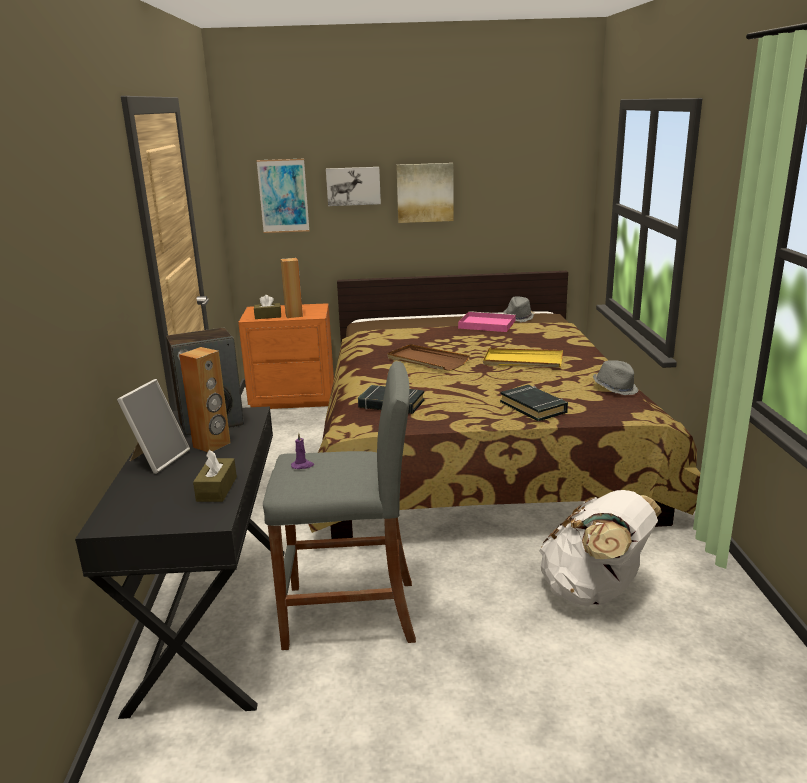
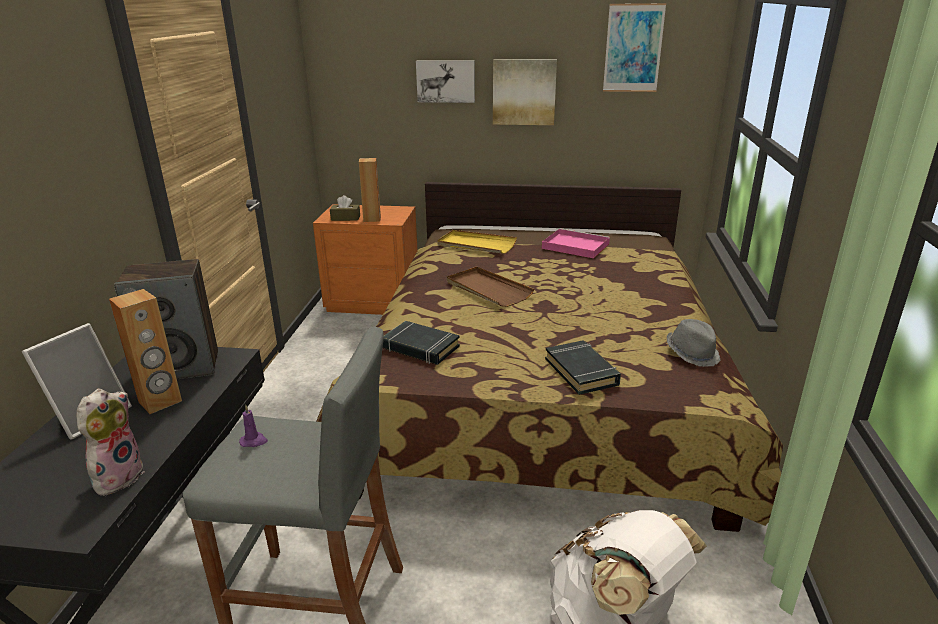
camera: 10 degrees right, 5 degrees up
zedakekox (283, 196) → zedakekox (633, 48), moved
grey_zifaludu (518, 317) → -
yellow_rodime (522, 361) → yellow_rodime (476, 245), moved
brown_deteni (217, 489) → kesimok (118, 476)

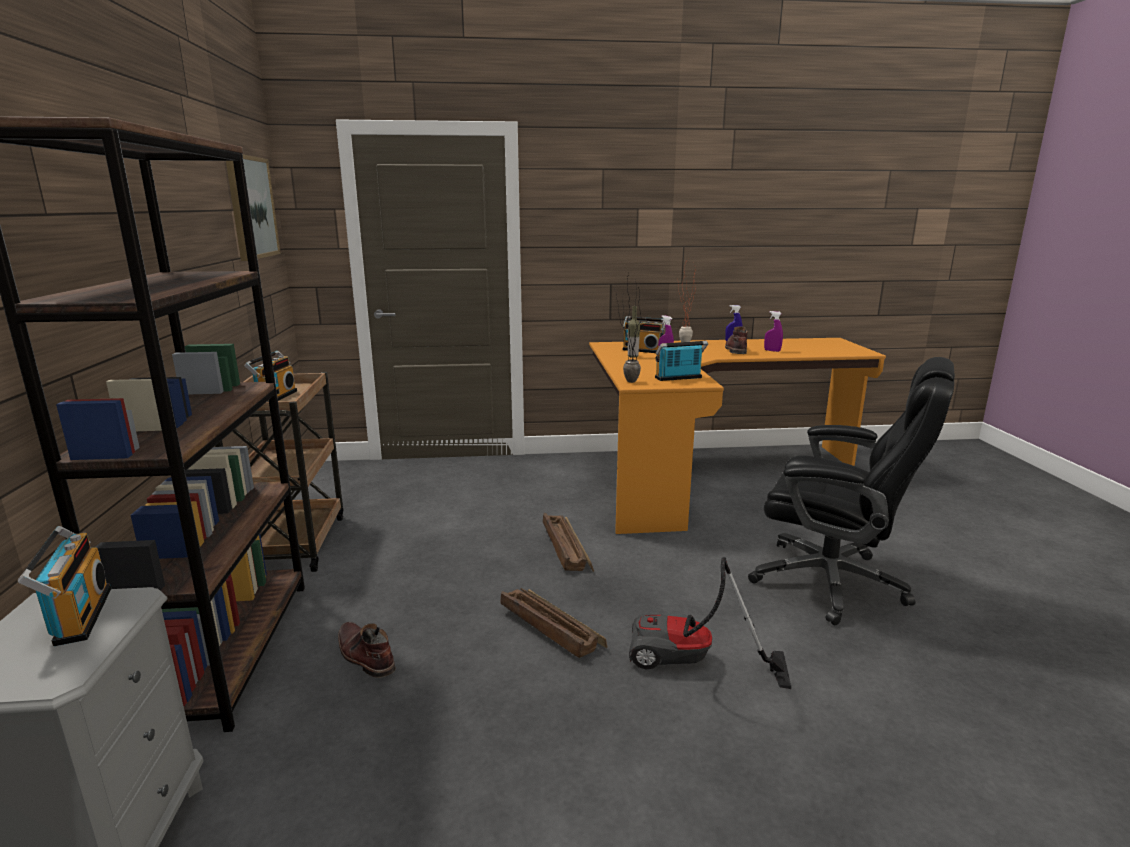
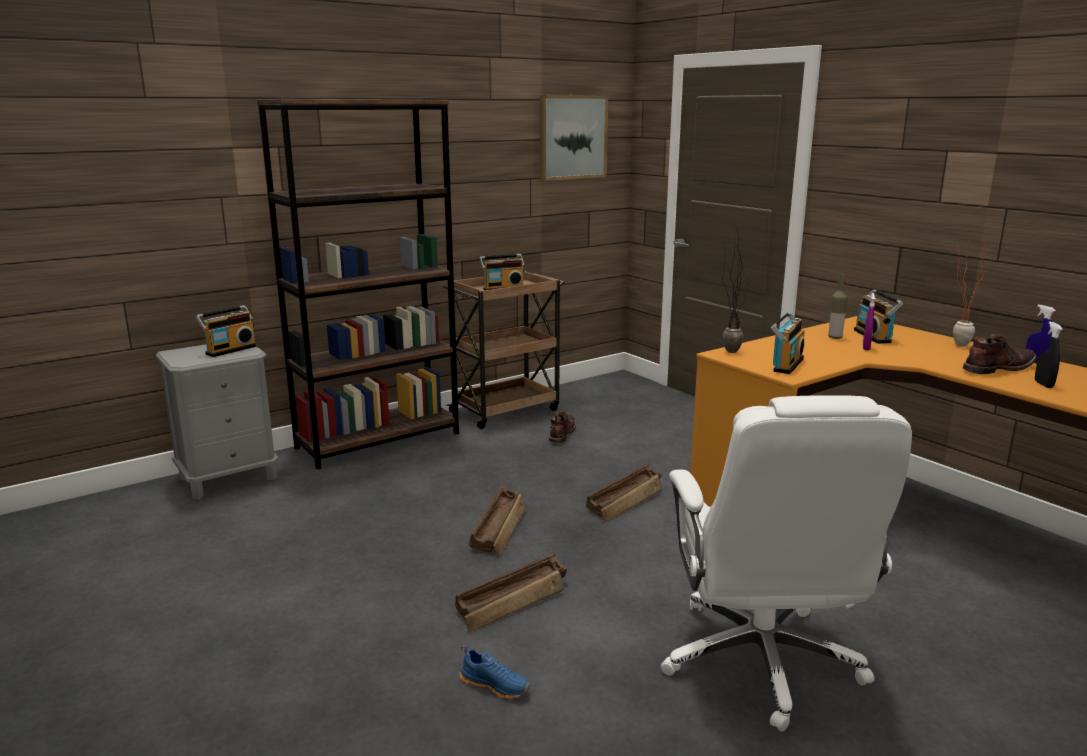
camera: 60 degrees right, 0 degrees up
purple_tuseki (772, 351) → black_tuseki (1043, 384)
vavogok (679, 378) → vavogok (785, 364), 75 degrees clockwise
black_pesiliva (832, 582) → white_pesiliva (762, 662)
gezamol (691, 663) → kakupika (514, 600)
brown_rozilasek (364, 656) → brown_rozilasek (561, 433), moved
- → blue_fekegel (495, 684)

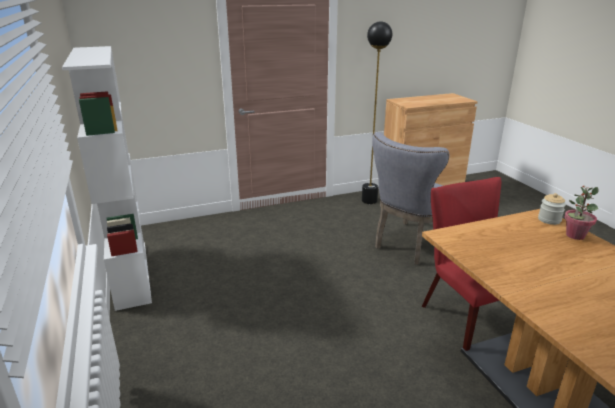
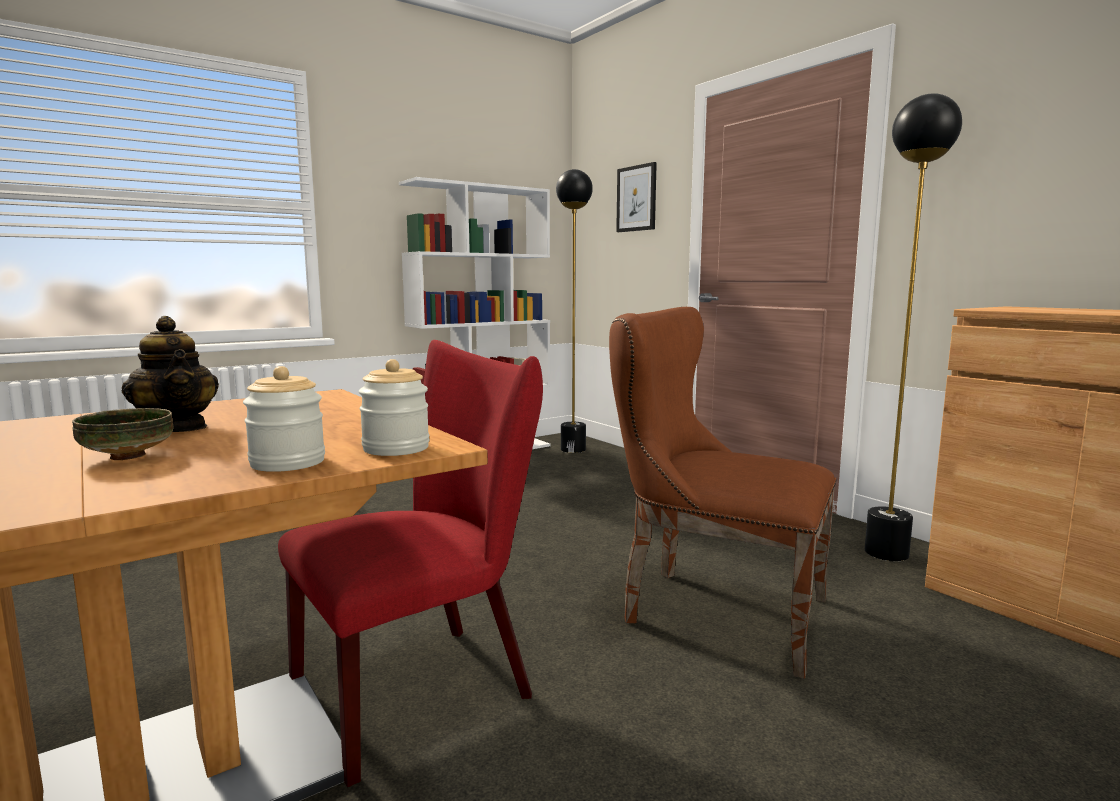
camera: 75 degrees right, 15 degrees down
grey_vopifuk (410, 245) → brown_vopifuk (711, 611)
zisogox (575, 235) → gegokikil (287, 462)
- → zedakekox (636, 198)
- → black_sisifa (573, 450)
- → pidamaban (177, 428)
- → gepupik (127, 456)

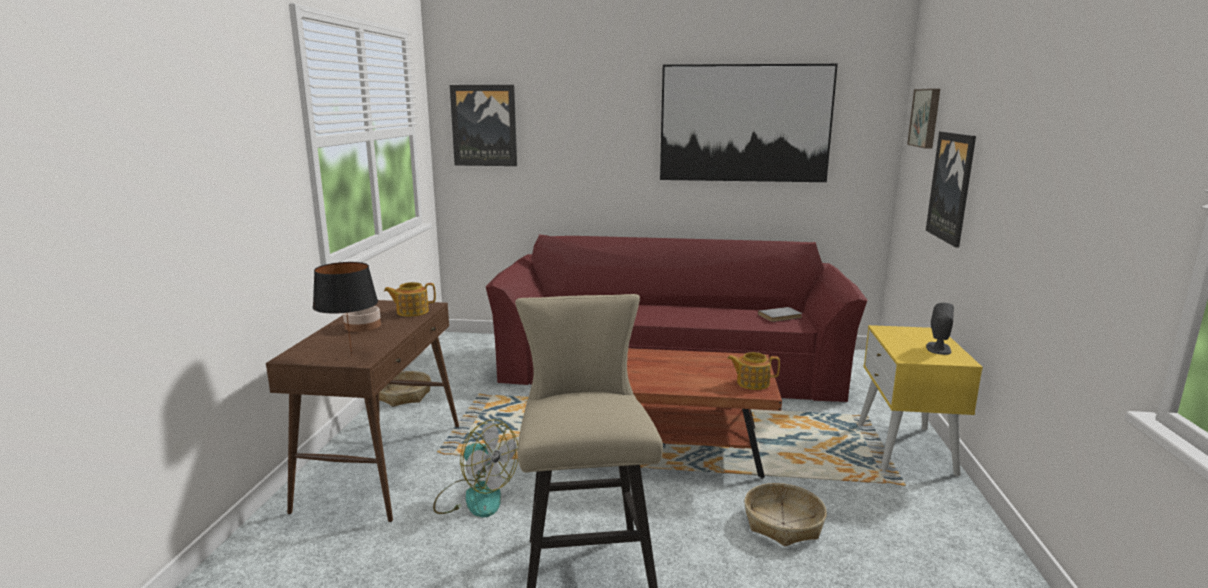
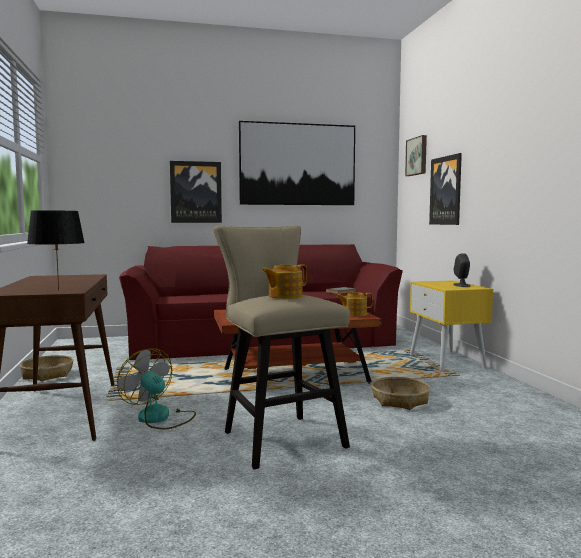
camera: 20 degrees left, 10 degrees down
zedakekox (484, 125) → zedakekox (196, 192), moved
pidamaban (411, 312) → pidamaban (284, 296), moved
gepupik (363, 326) → -
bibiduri (475, 497) → bibiduri (160, 418), 150 degrees counterclockwise

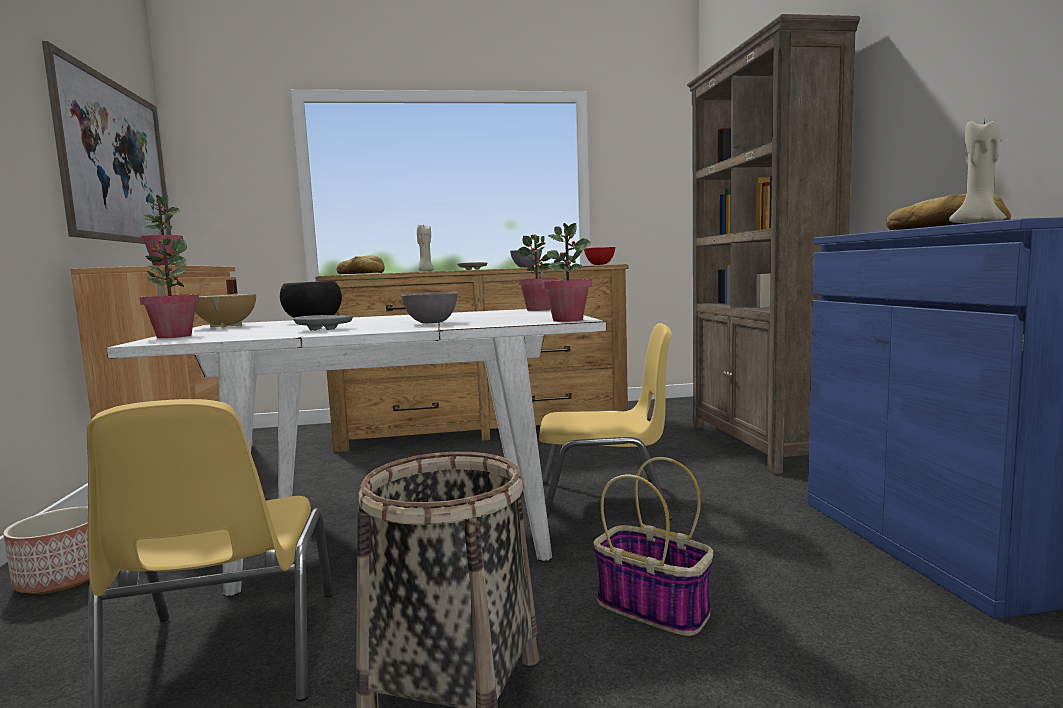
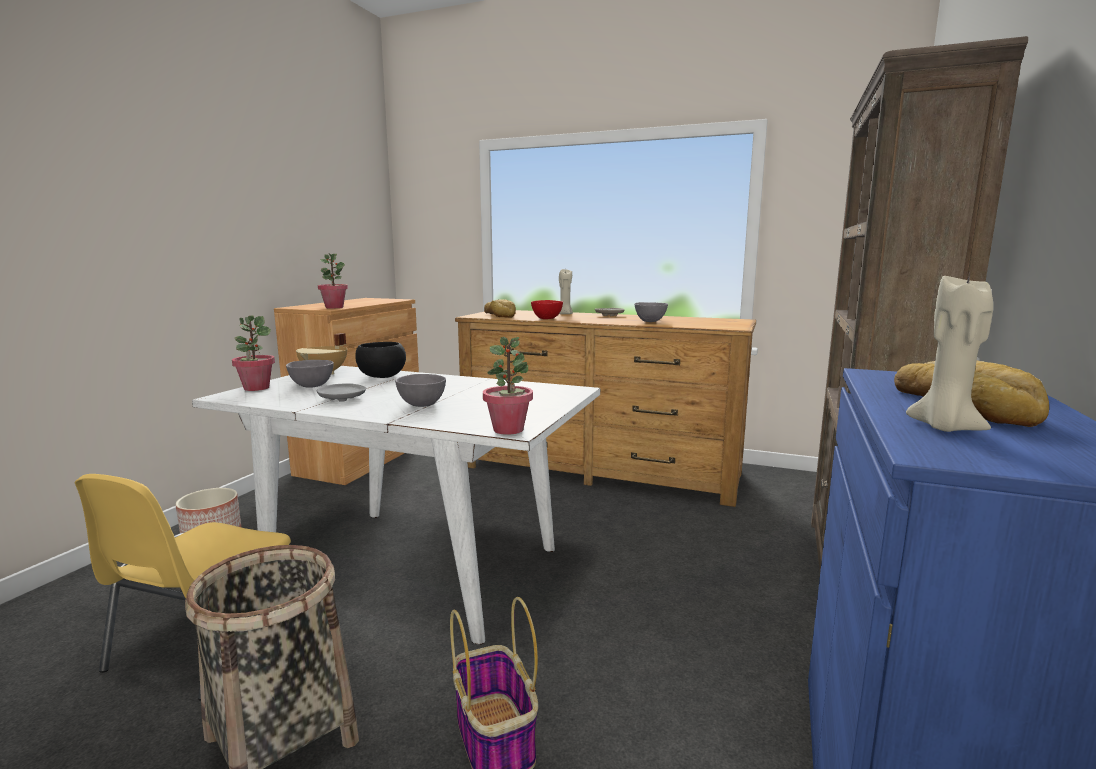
camera: 30 degrees right, 5 degrees up
zedakekox (116, 162) → -
zisogox (538, 309) → -
red_gepupik (600, 264) → red_gepupik (547, 318), moved
yellow_vopifuk (604, 501) → -
- → grey_gepupik (311, 386)

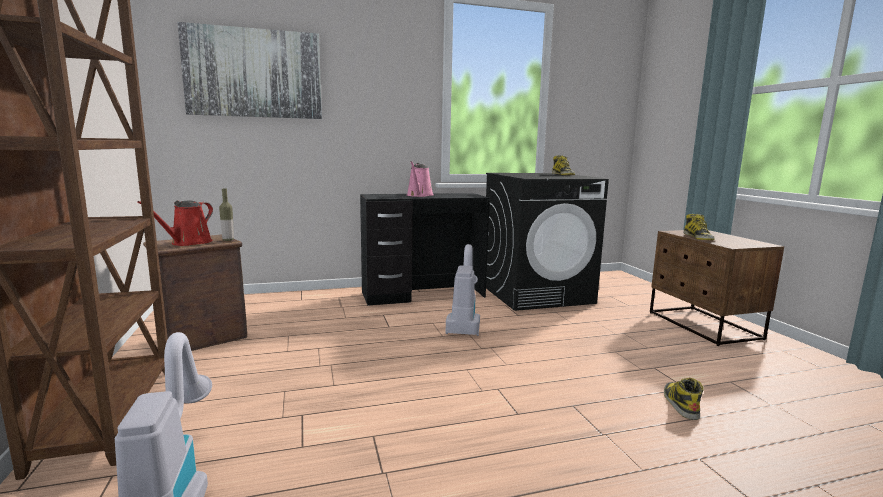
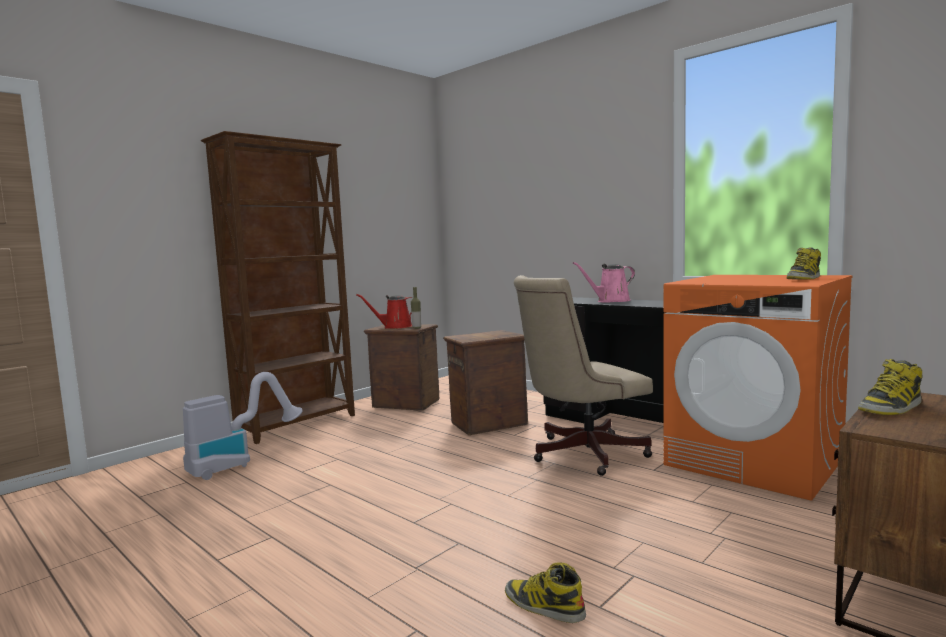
camera: 60 degrees right, 5 degrees down
zedakekox (254, 73) → -
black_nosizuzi (537, 294) → orange_nosizuzi (755, 461)
gezamol (464, 322) → beige_pesiliva (580, 454)
rozilasek (680, 403) → rozilasek (543, 606), 120 degrees counterclockwise
- → kakupika (487, 424)

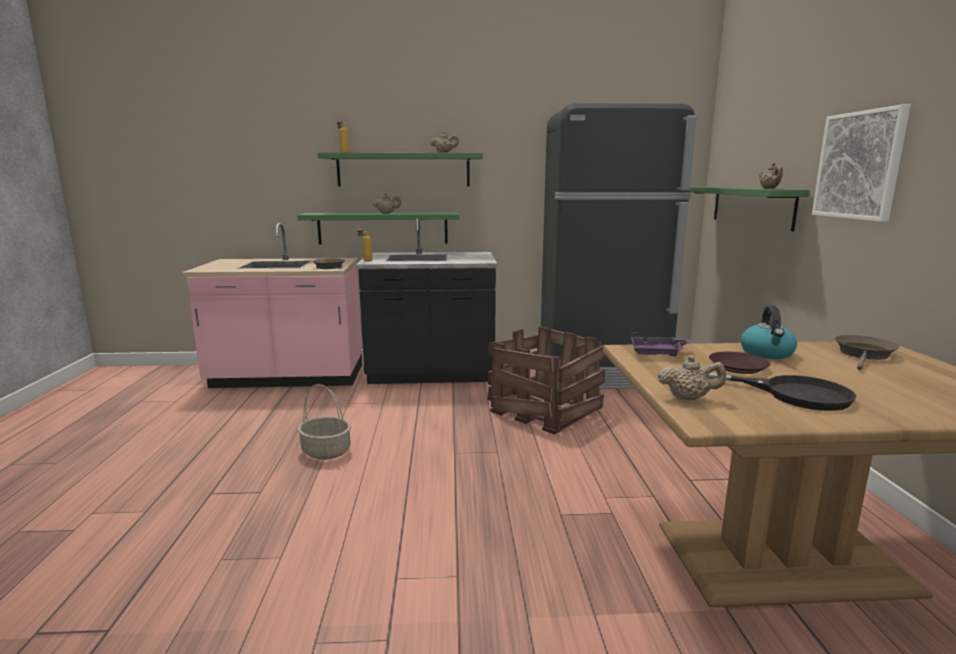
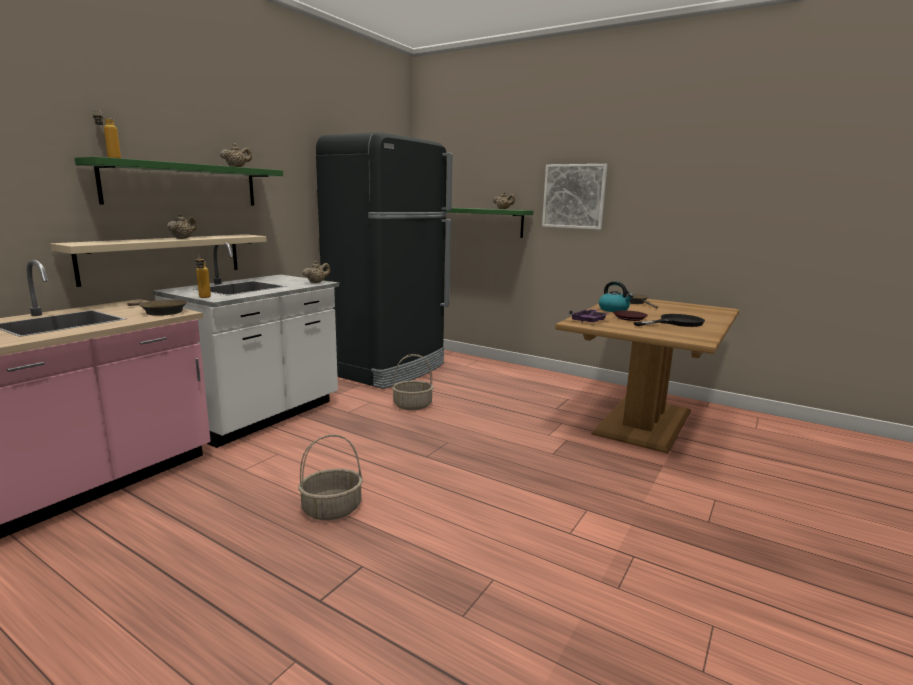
camera: 55 degrees left, 0 degrees up
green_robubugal (383, 228) → beige_robubugal (164, 257)
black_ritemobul (431, 374) → white_ritemobul (262, 416)
kakupika (546, 410) → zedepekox (413, 405)
beige_pidamaban (689, 398) → beige_pidamaban (316, 282), moved

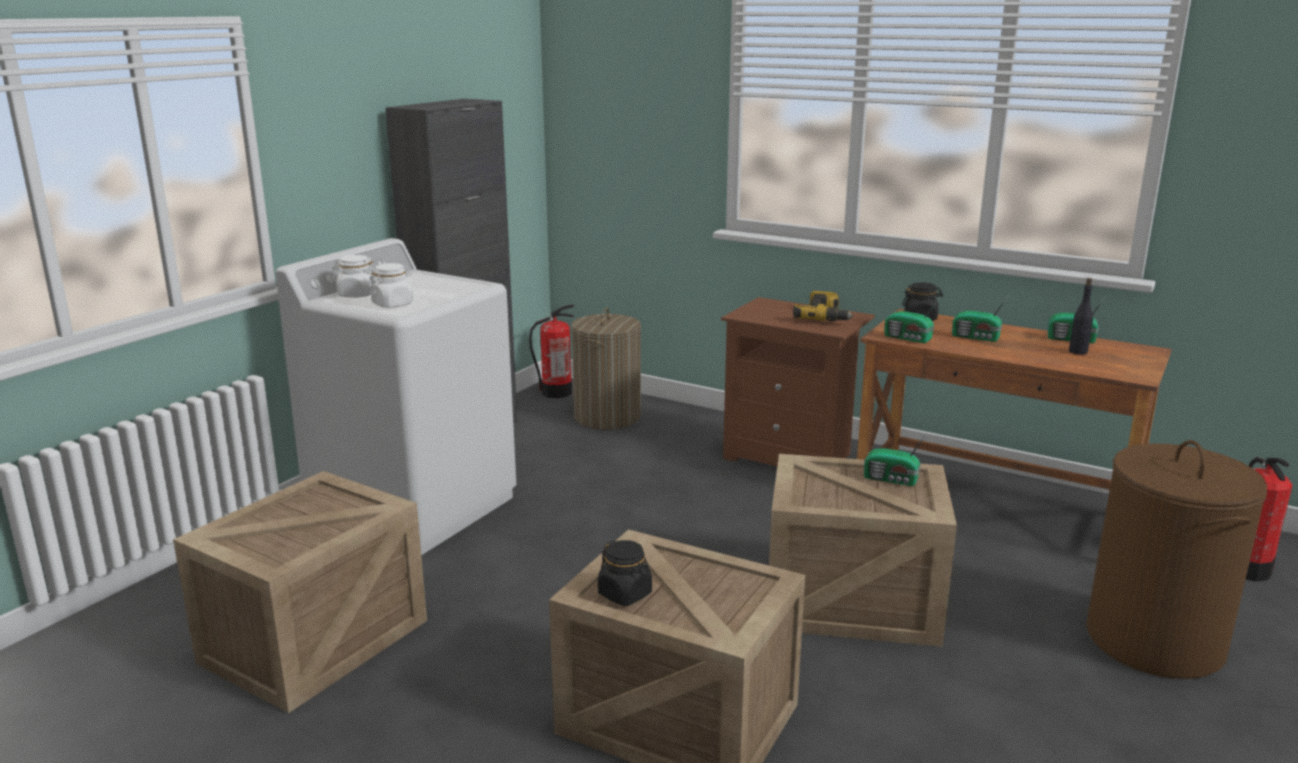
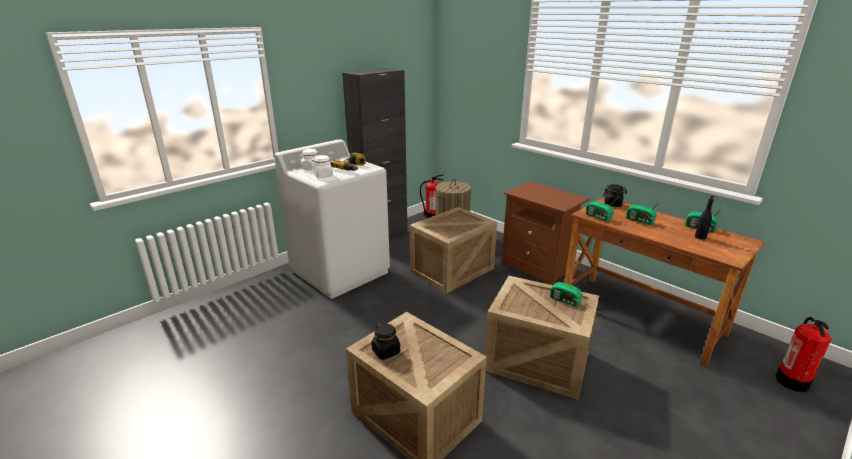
camera: 15 degrees right, 5 degrees up
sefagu (825, 317) → sefagu (351, 168), moved
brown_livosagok (1153, 640) → -
kakupika (316, 639) → kakupika (452, 269), moved

